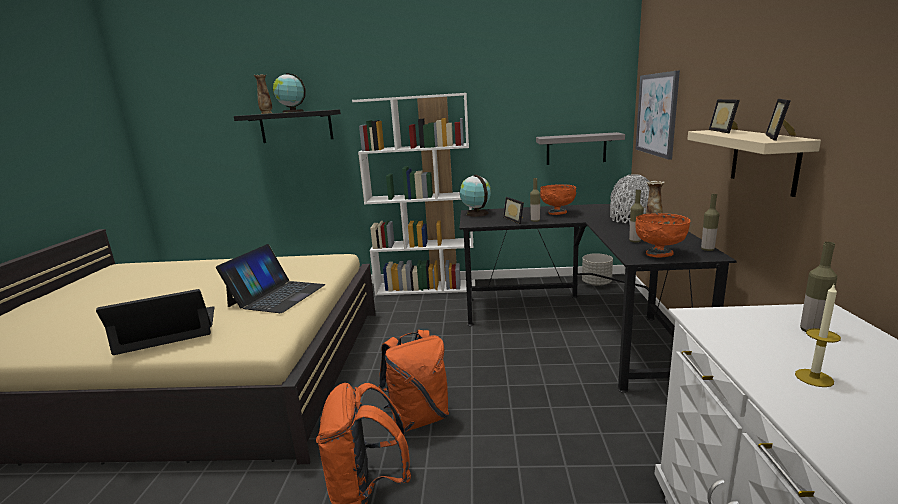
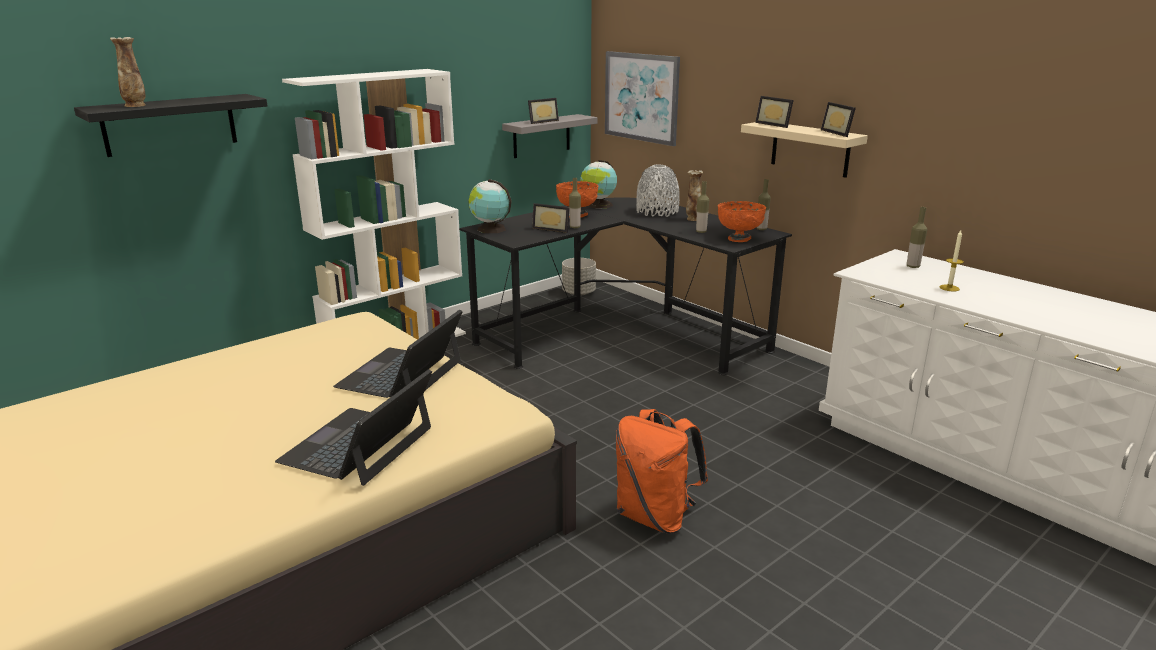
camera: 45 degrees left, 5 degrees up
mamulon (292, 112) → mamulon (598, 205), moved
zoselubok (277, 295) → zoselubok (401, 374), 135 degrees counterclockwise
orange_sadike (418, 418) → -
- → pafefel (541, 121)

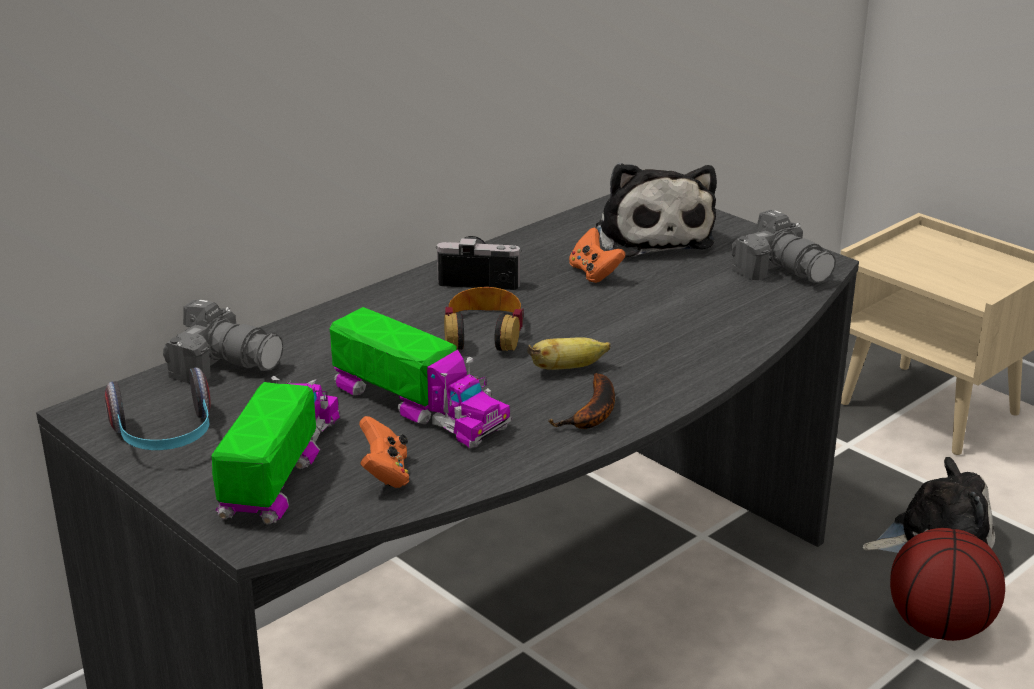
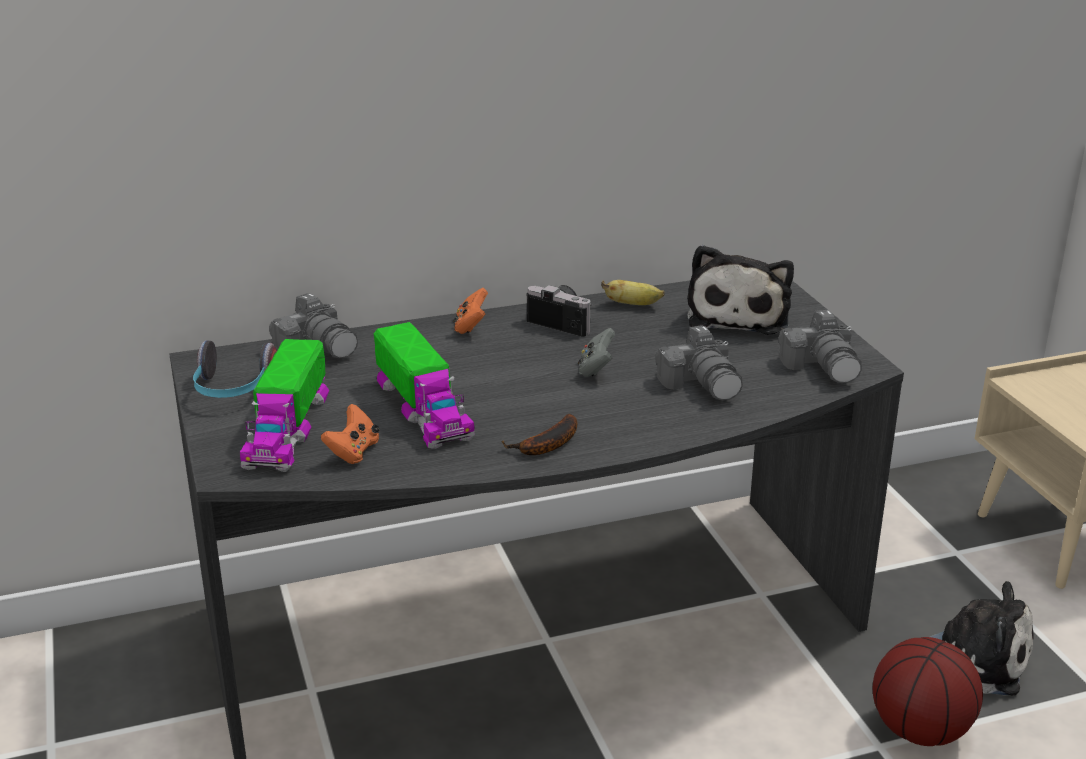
camera: 25 degrees right, 0 degrees up
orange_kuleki (594, 273) → orange_kuleki (471, 326), moved
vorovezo (483, 332) → -
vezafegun (567, 368) → vezafegun (633, 304), moved
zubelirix (280, 467) → zubelirix (287, 429), 150 degrees clockwise
- → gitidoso (702, 383)
- → grey_kuleki (596, 369)

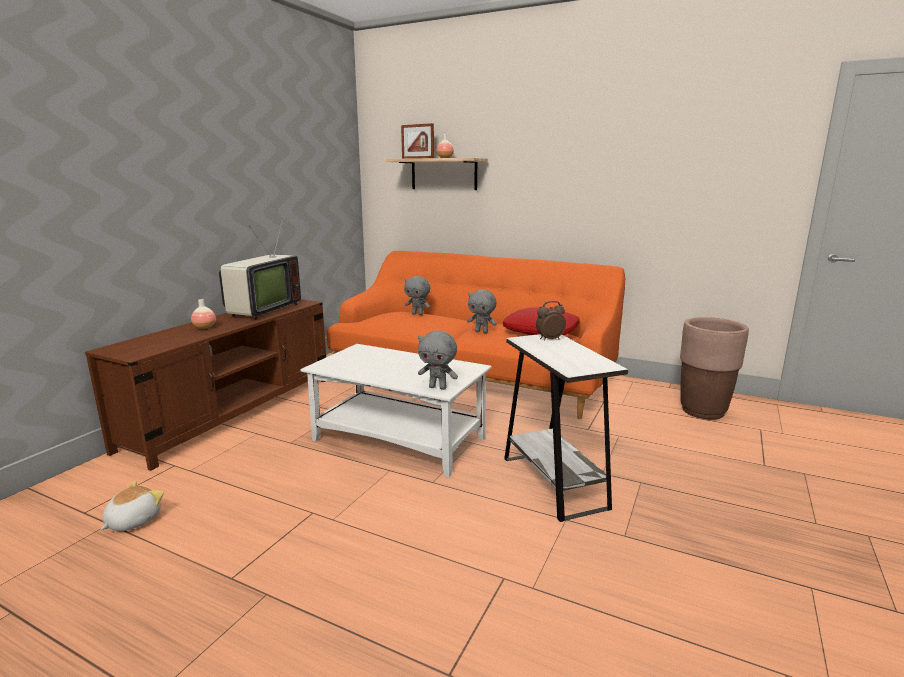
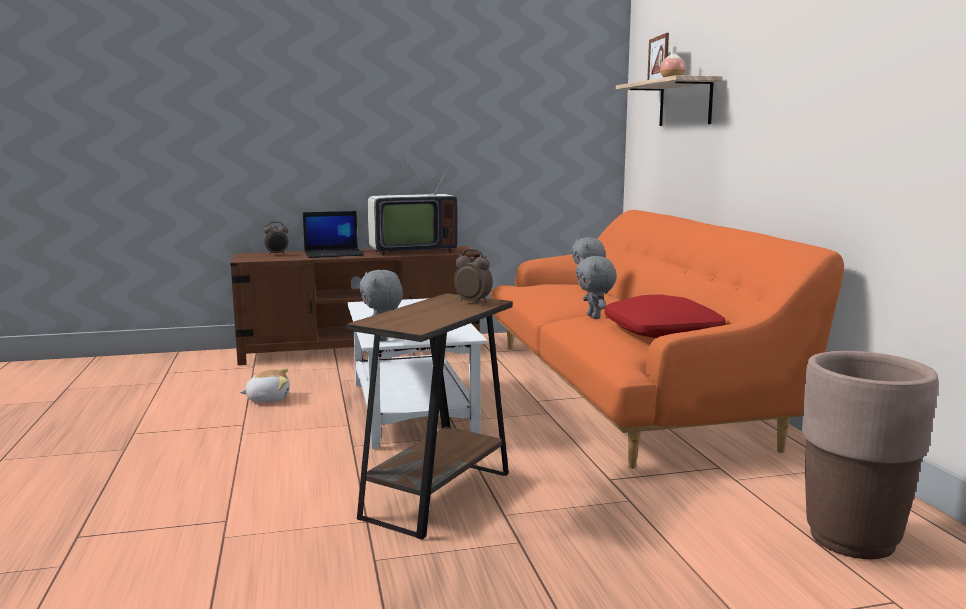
camera: 50 degrees right, 5 degrees down
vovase (204, 328) → zoselubok (334, 254)
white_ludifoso (553, 482) → brown_ludifoso (437, 495)
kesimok (132, 521) → kesimok (268, 399), moved
- → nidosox (277, 254)

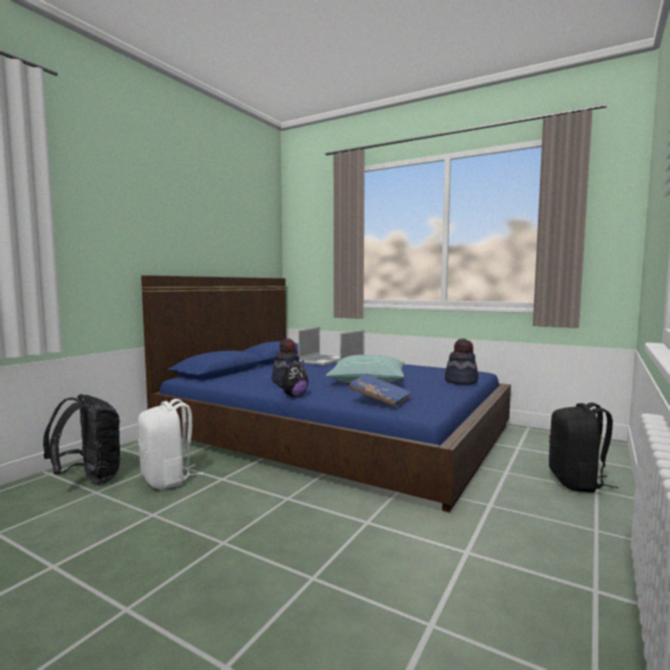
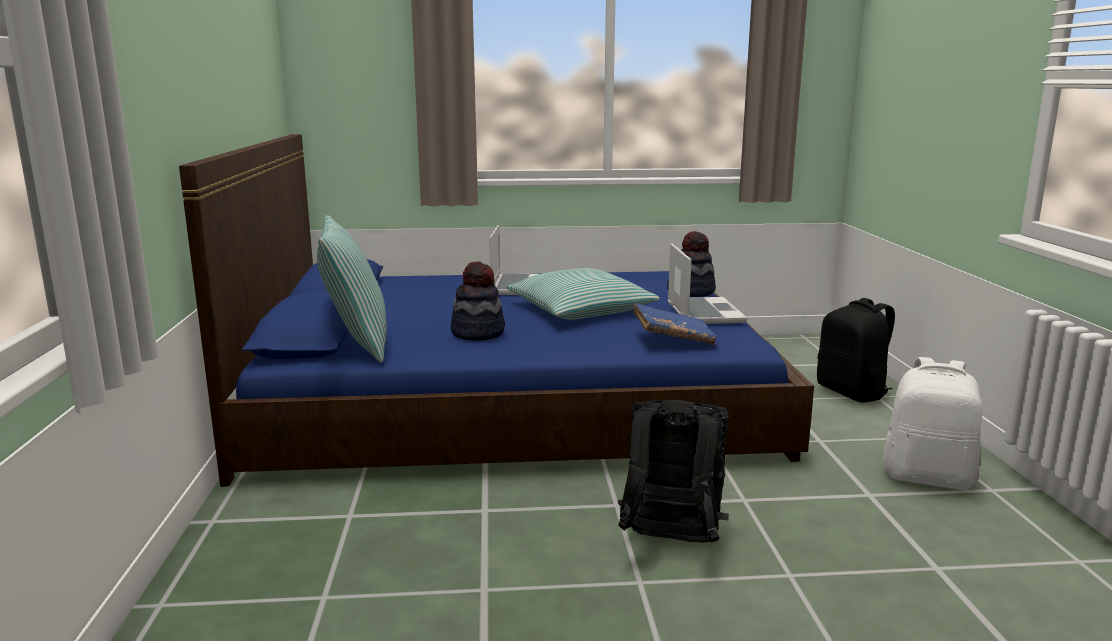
camera: 35 degrees left, 10 degrees up
zoselubok (321, 361) → zoselubok (703, 312), moved
kesimok (294, 396) → -
black_sadike (89, 479) → black_sadike (671, 542), moved
white_sadike (168, 479) → white_sadike (928, 477), moved
- → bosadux (357, 344)

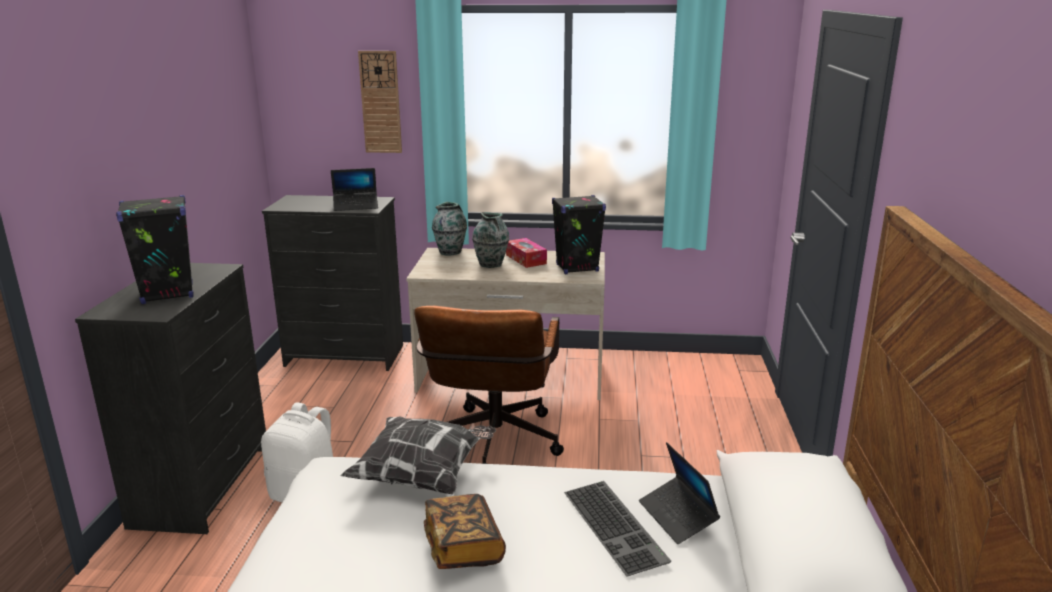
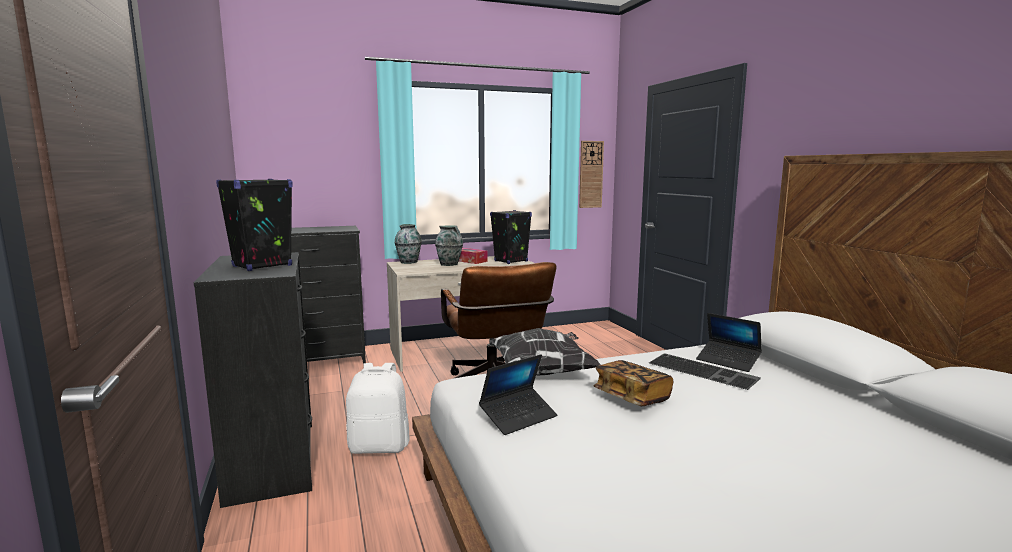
camera: 25 degrees left, 10 degrees down
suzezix (380, 102) → suzezix (591, 174), moved
zoselubok (356, 206) → zoselubok (518, 417), moved

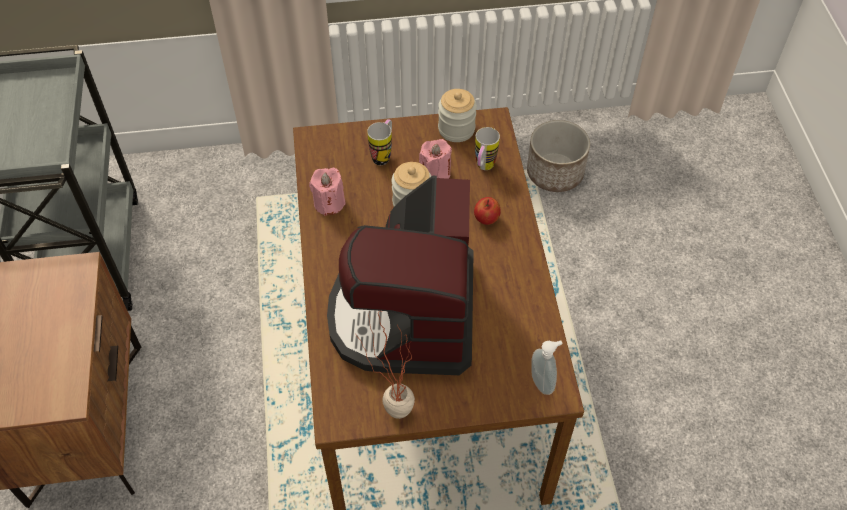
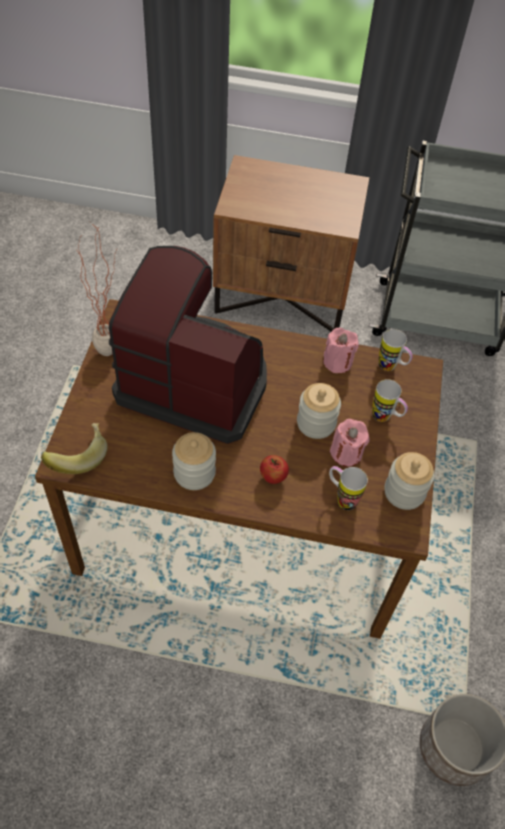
camera: 105 degrees right, 0 degrees up
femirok (543, 382) → vezafegun (78, 456)
- → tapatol (391, 368)
- → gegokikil (194, 473)

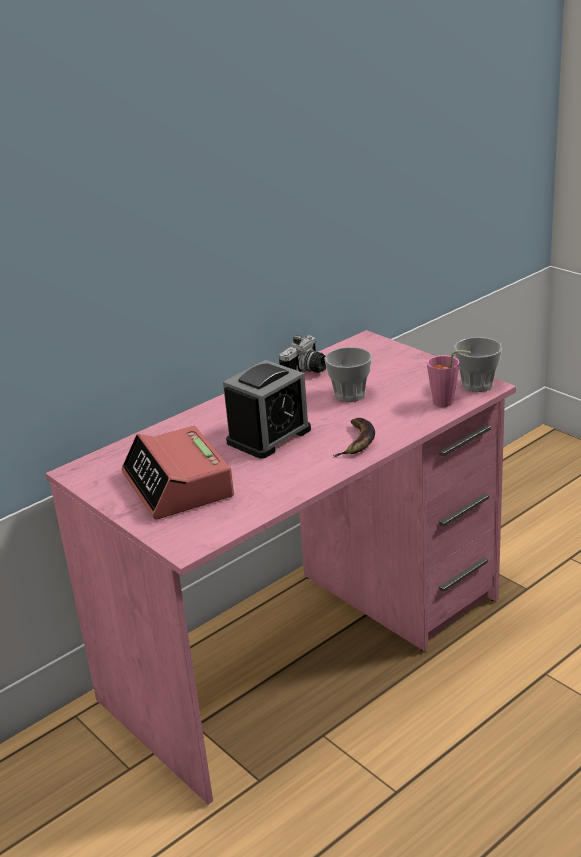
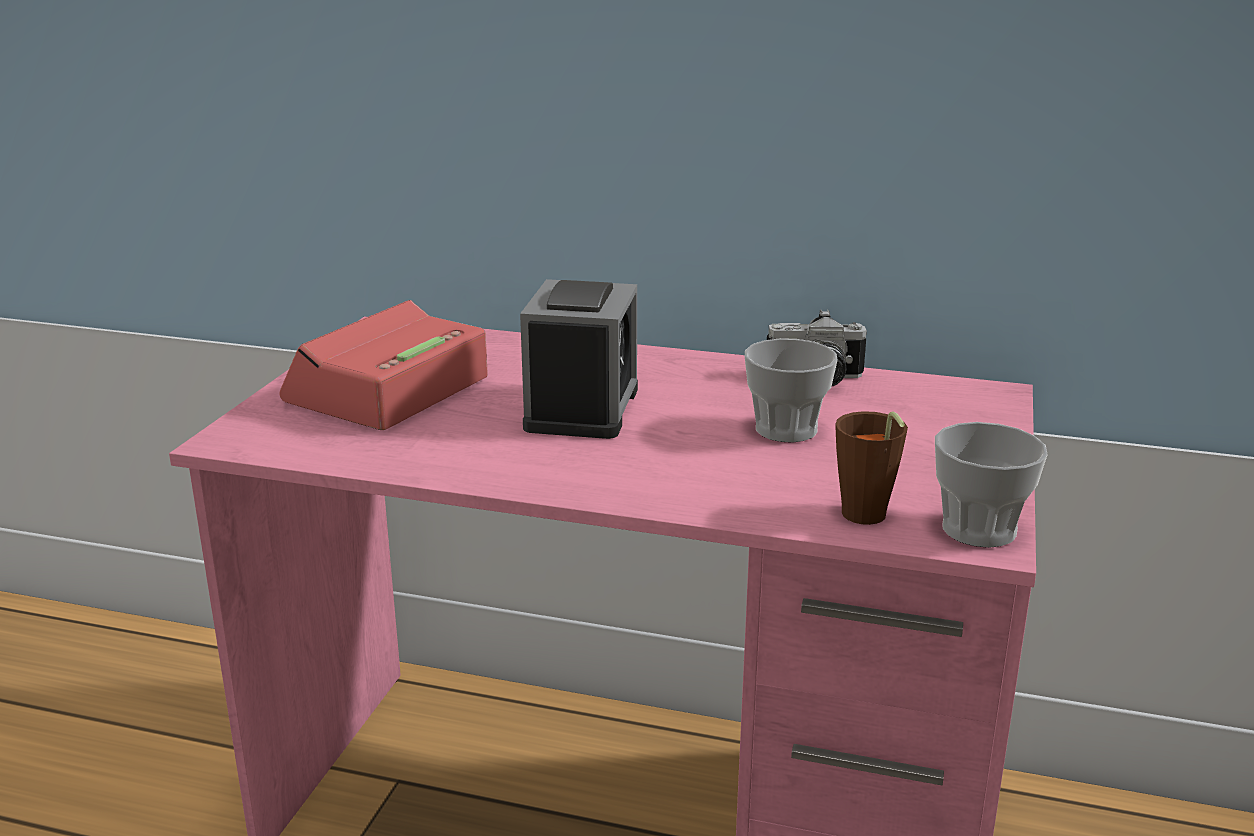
camera: 55 degrees right, 5 degrees down
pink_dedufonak (447, 403) → brown_dedufonak (866, 519)
nidosox (269, 436) → nidosox (582, 408), 90 degrees counterclockwise
vezafegun (356, 441) → -

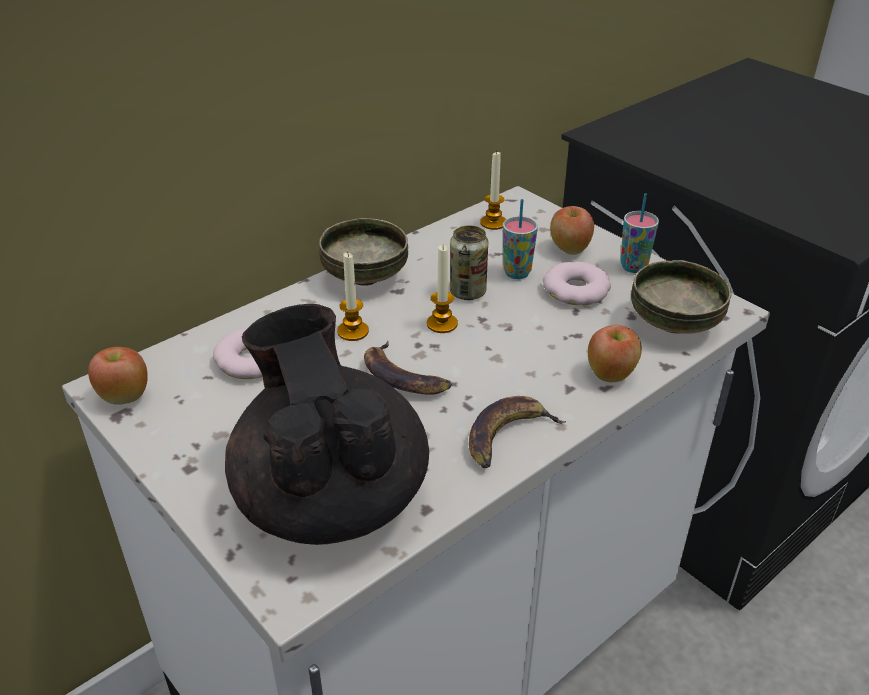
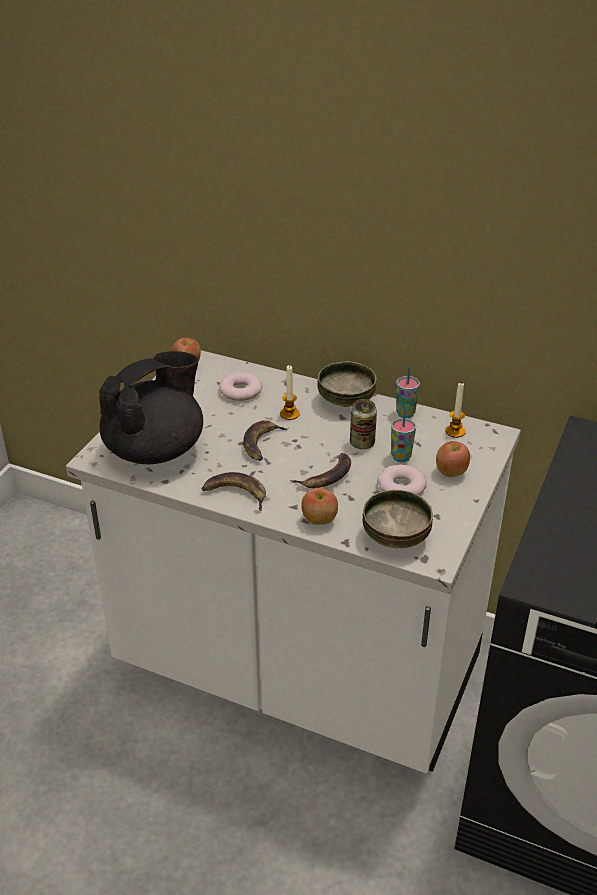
camera: 65 degrees right, 0 degrees up
dedufonak (633, 267) → dedufonak (405, 413), moved
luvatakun (442, 324) → -
- → vezafegun (326, 476)

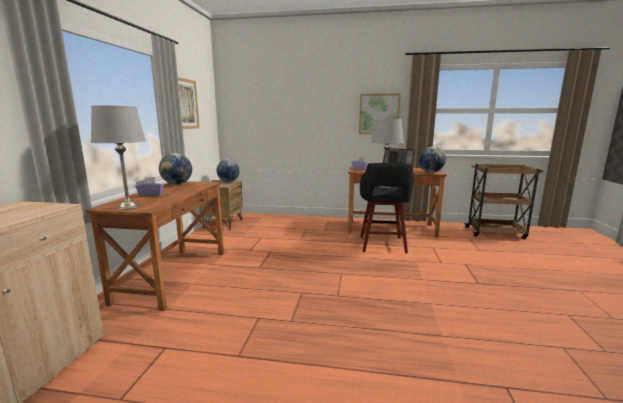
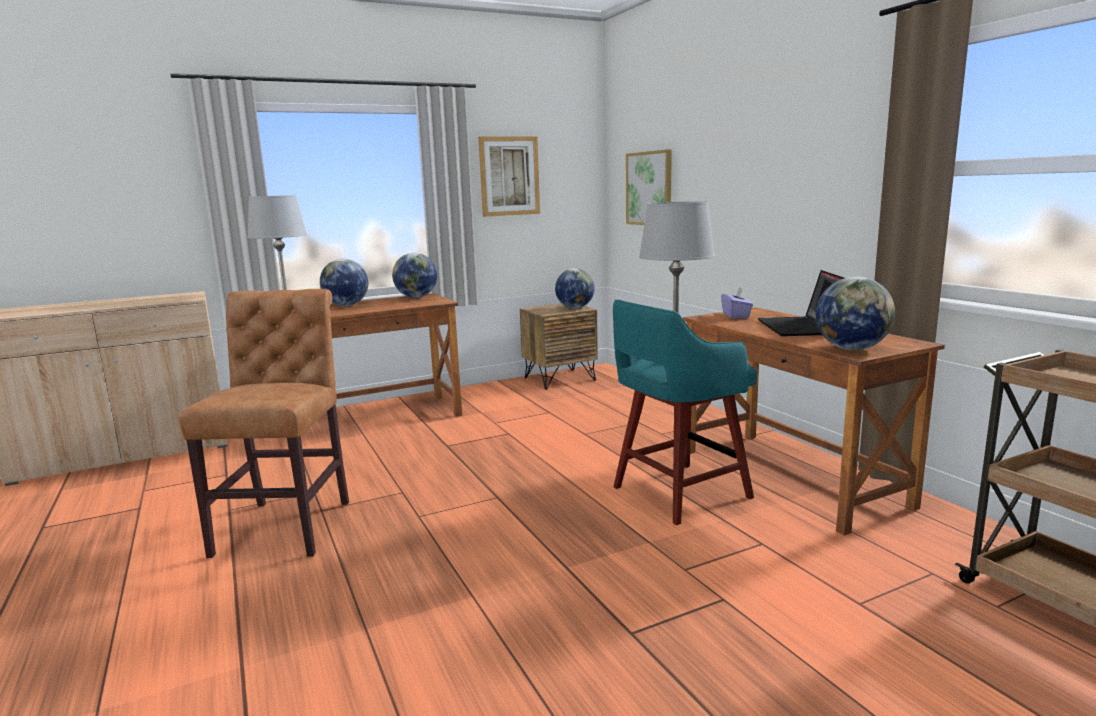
camera: 55 degrees right, 0 degrees up
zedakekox (379, 114) → zedakekox (649, 188), moved
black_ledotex (382, 245) → turquoise_ledotex (677, 493)
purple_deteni (151, 195) → mamulon (346, 305)
- → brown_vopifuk (288, 524)

